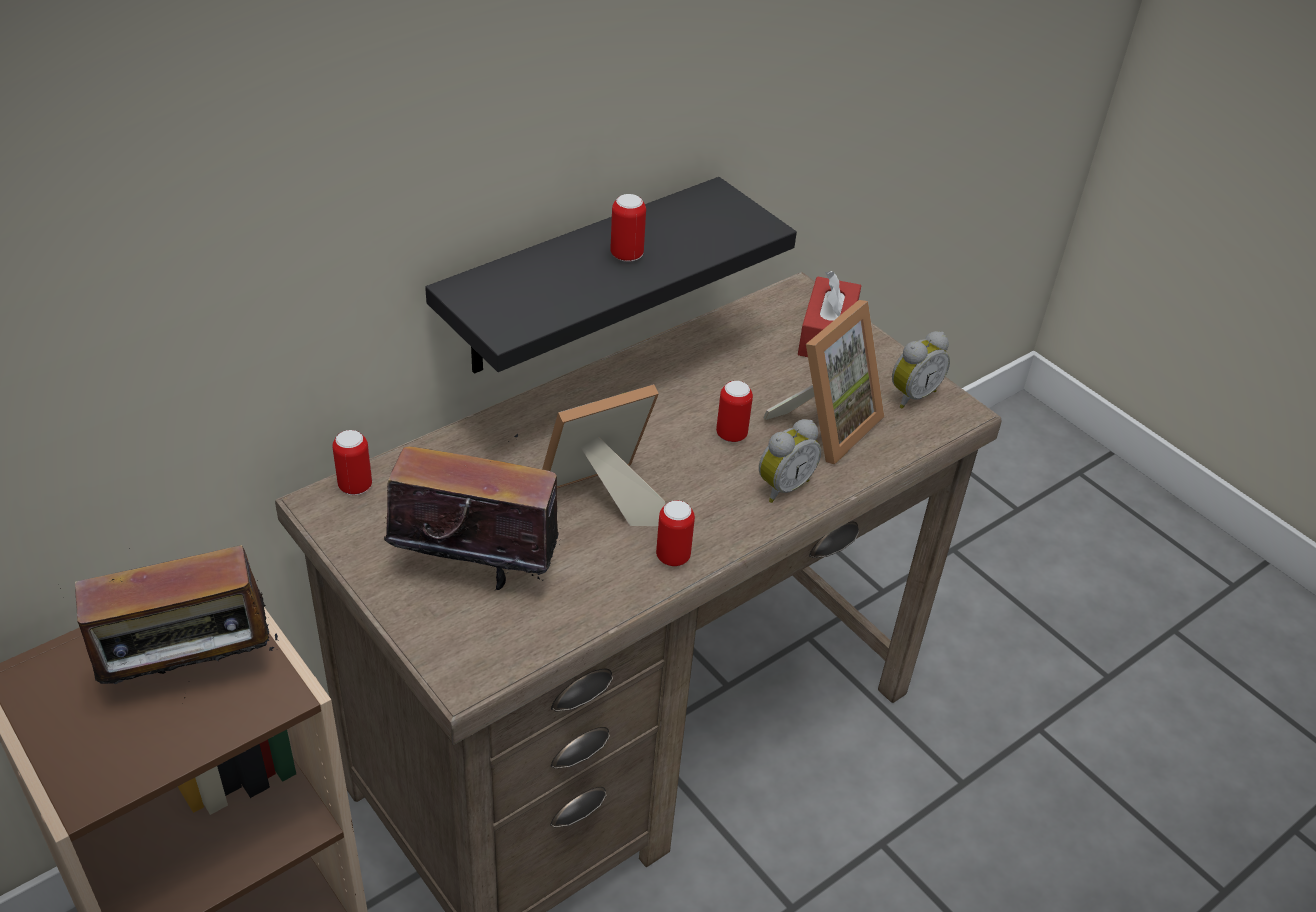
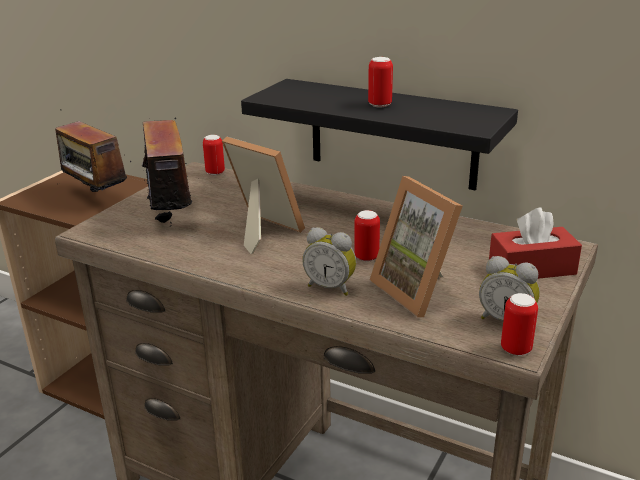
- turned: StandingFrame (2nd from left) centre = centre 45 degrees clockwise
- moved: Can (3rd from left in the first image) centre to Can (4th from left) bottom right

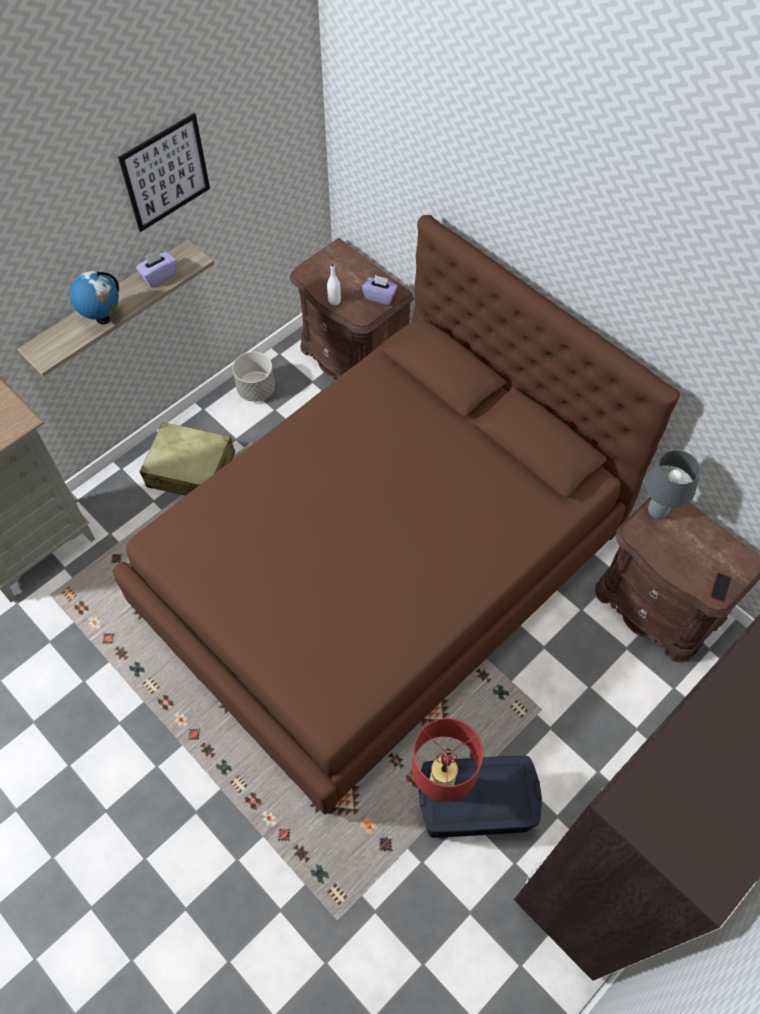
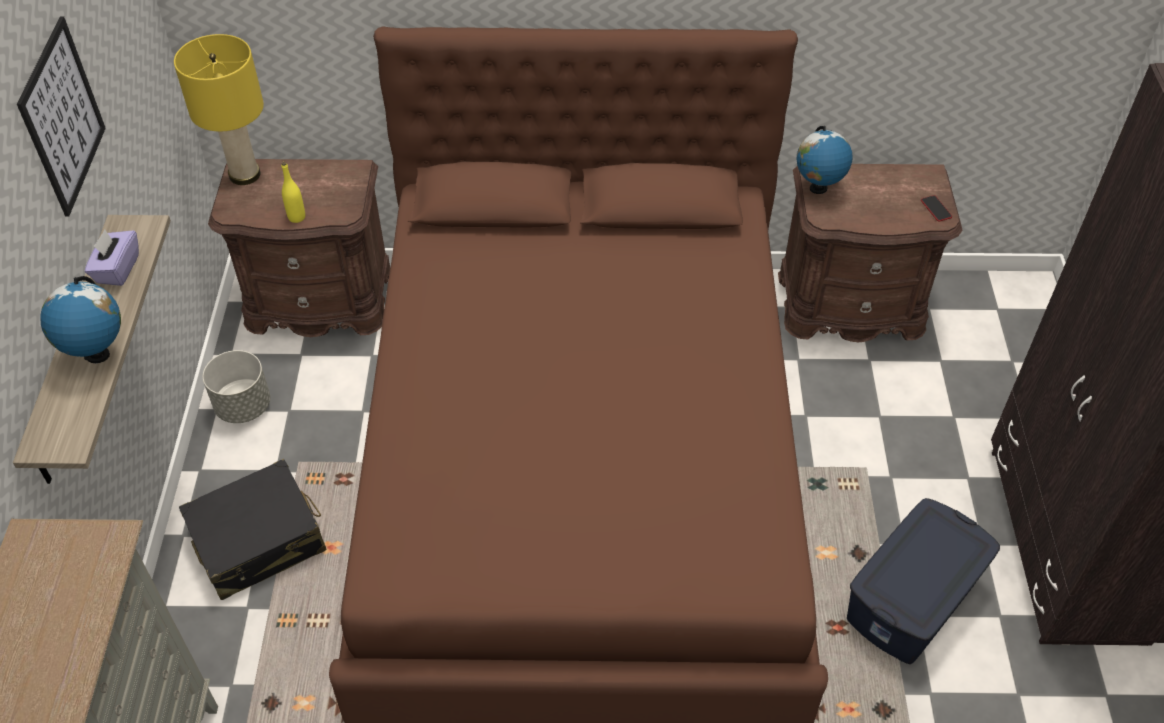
- recoloured: WhitishBottle top centre to YellowBottle top left
- removed: PurplishTissueBox (2nd from left) top centre
- recoloured: SandColouredPieceOfLuggage middle left to BlackishPieceOfLuggage bottom left
- replaced: GreyTableLamp middle right to DeskGlobe (2nd from left) top right
- removed: ReddishTableLamp bottom centre
- added: YellowTableLamp top left

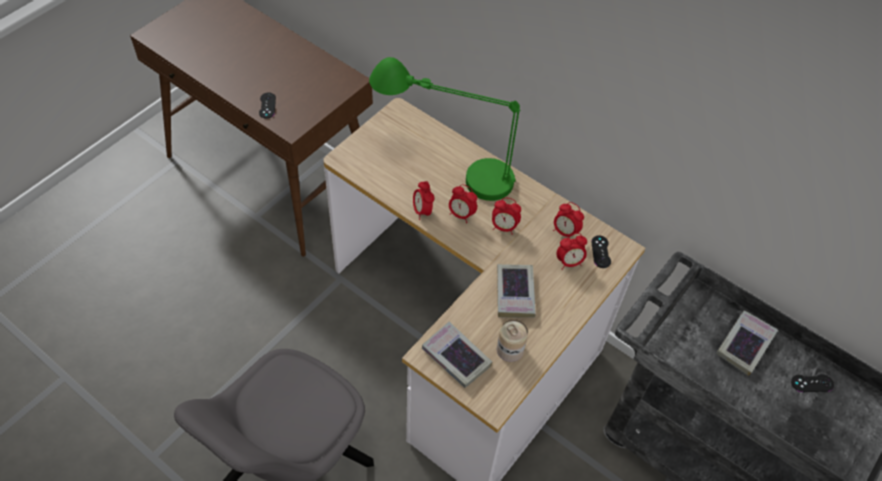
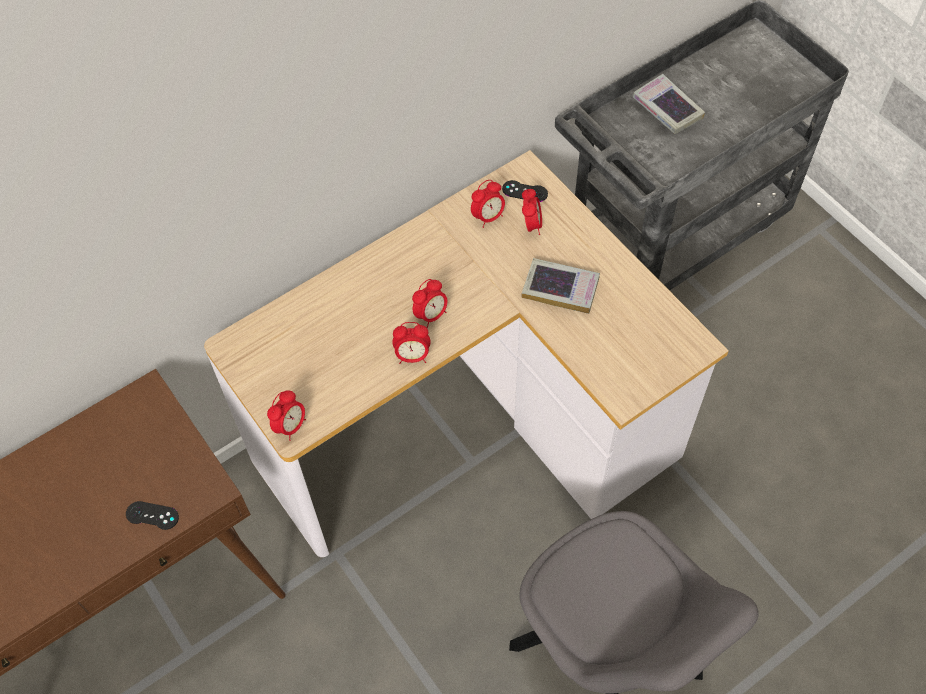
- removed: GreenishTableLamp top centre
- moved: TableClock (3rd from left in the first image) centre to TableClock (1st from left) middle left
- removed: Can bottom centre
- removed: BoundBook (1st from left) bottom centre
- removed: BlackishGameController (3rd from left) bottom right

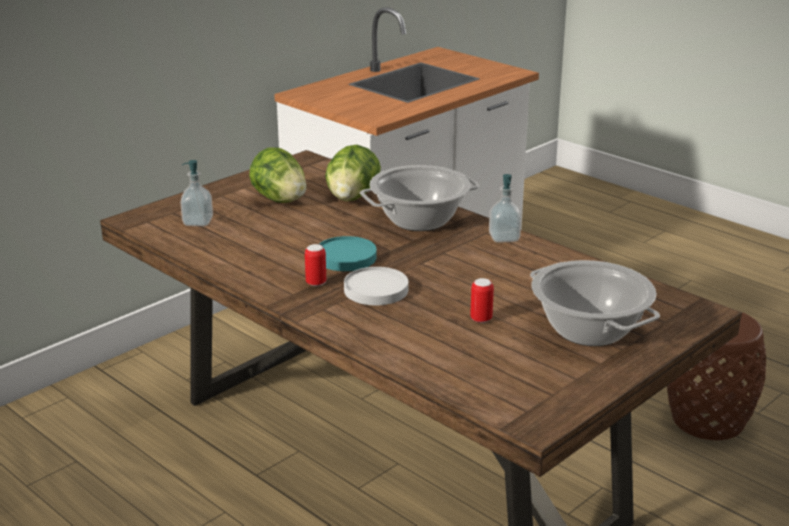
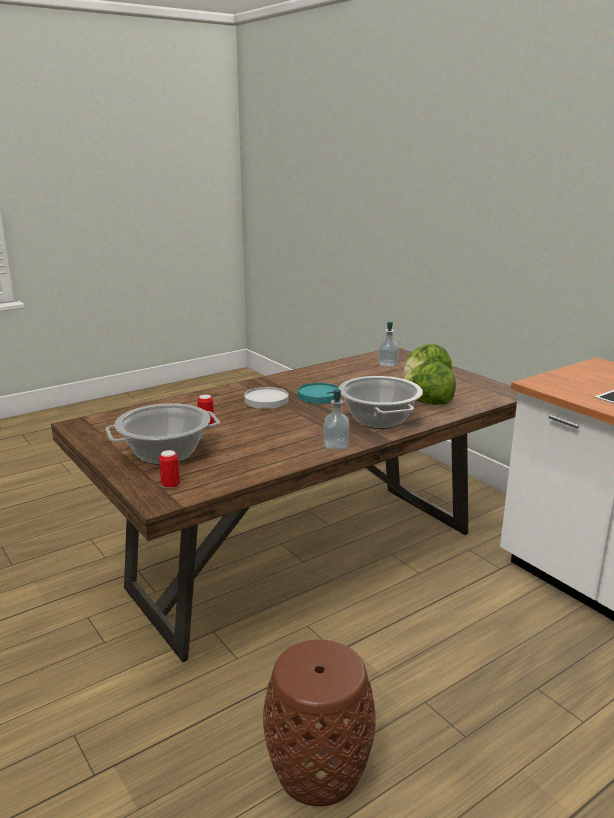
- moved: Can (1st from left) centre to middle left

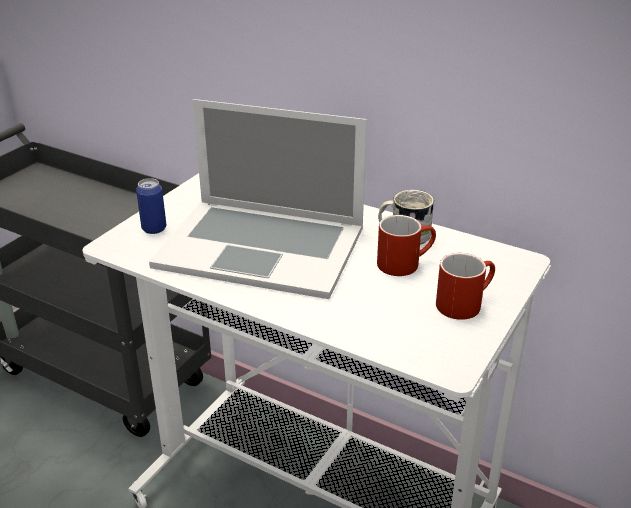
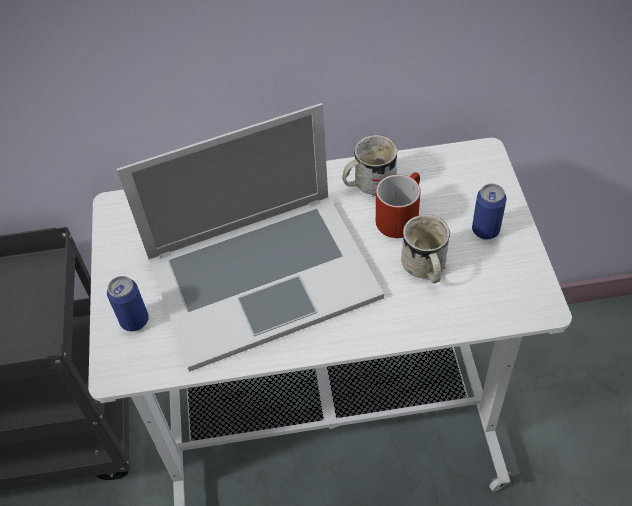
- replaced: ReddishMug (2nd from left) middle right to Can (2nd from left) middle right
- added: WhitishMug (2nd from left) middle right

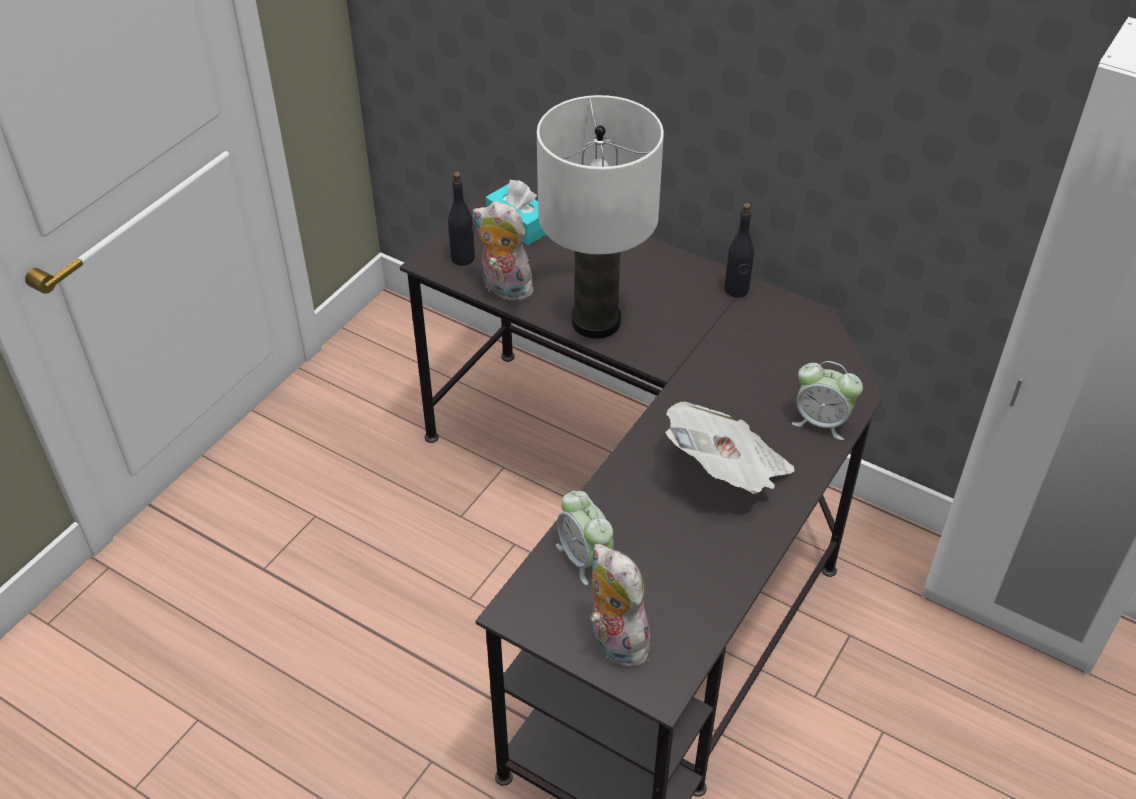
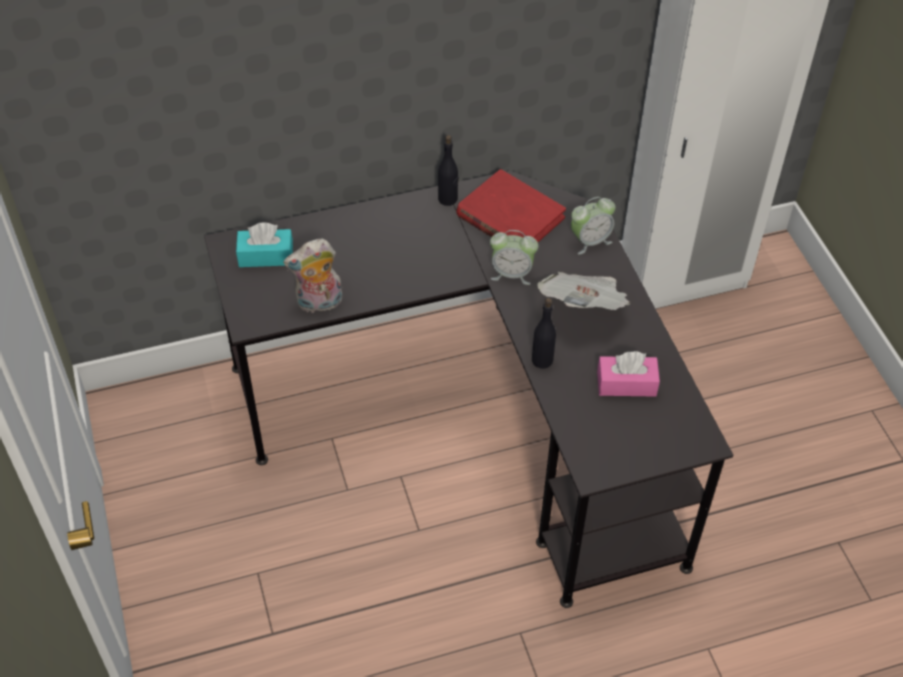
- removed: WhitishTableLamp top centre
- moved: BlackishBottle (1st from left in the first image) top centre to BlackishBottle (2nd from left) centre
- moved: TableClock (1st from left) bottom centre to centre
- removed: SoftToy (2nd from left) bottom centre
- added: ReddishBoundBook top centre
- added: PinkColouredTissueBox middle right

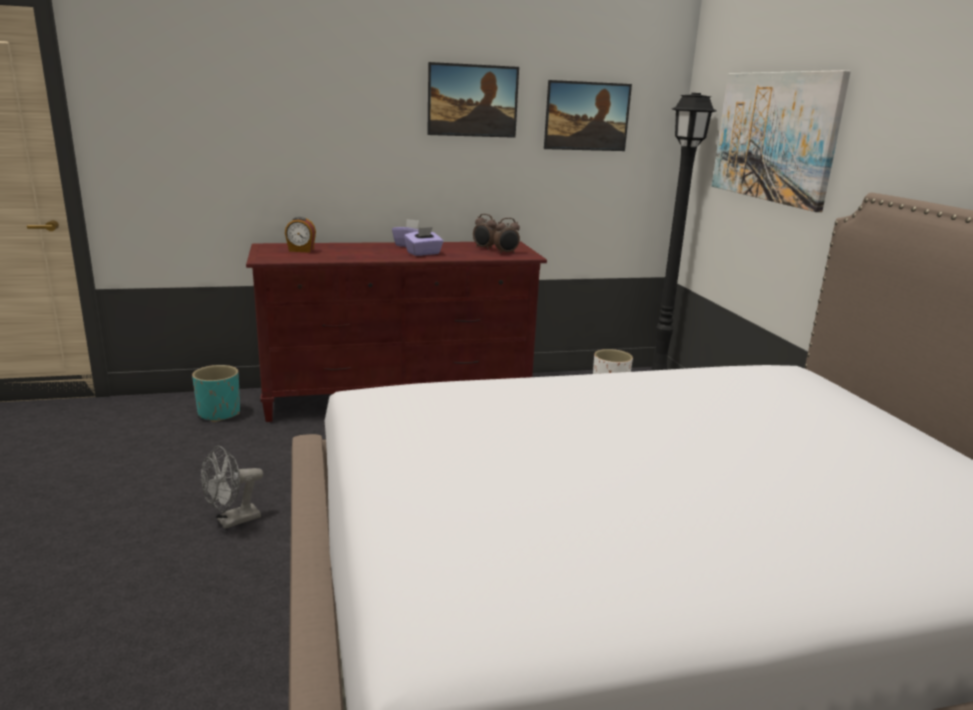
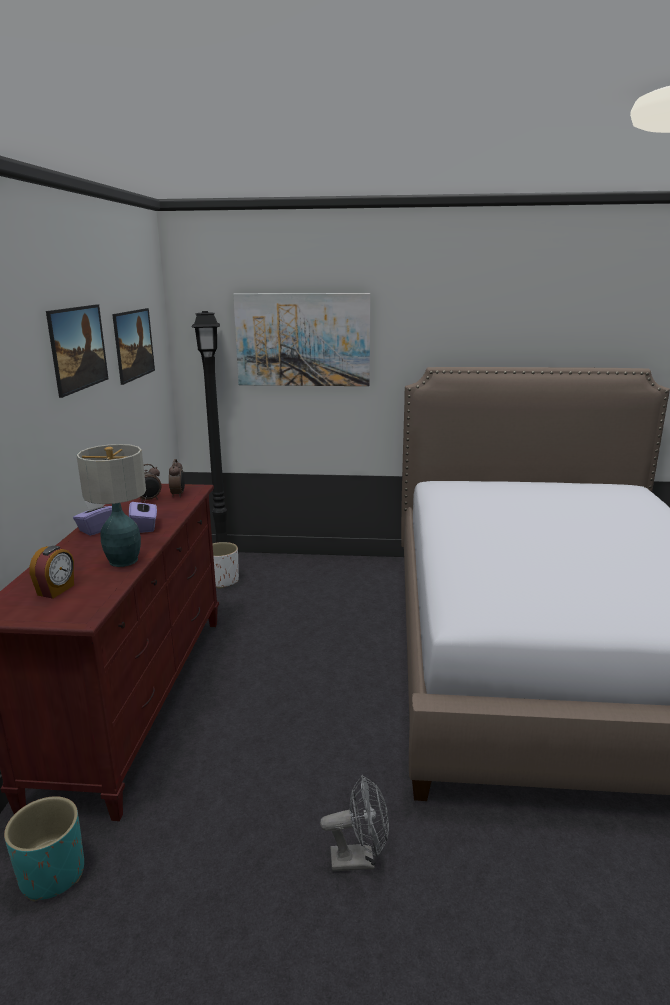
- turned: GreyCoolingFan bottom left = bottom centre 75 degrees counterclockwise
- added: TableLamp middle left

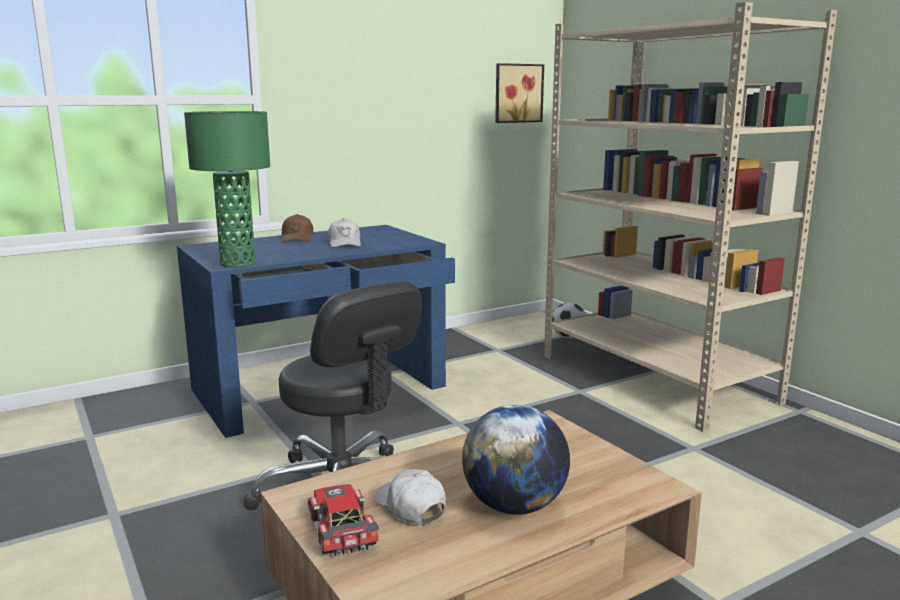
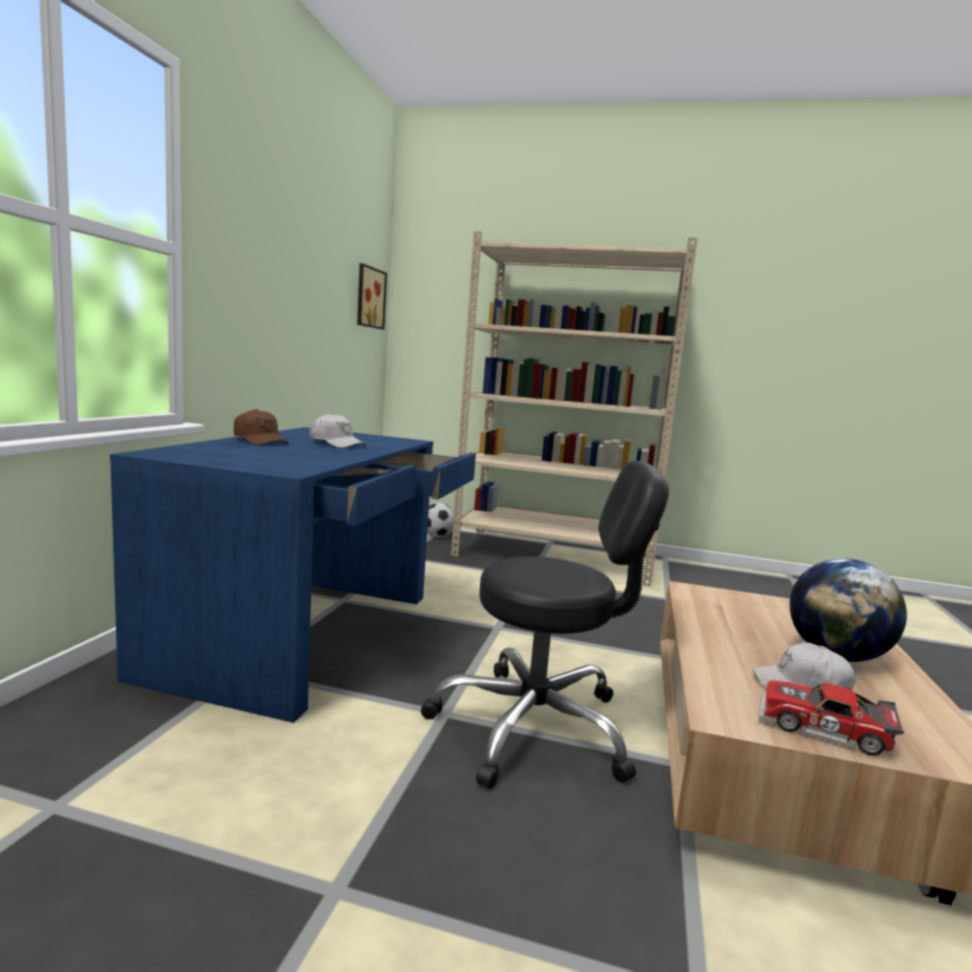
- removed: GreenishTableLamp top left

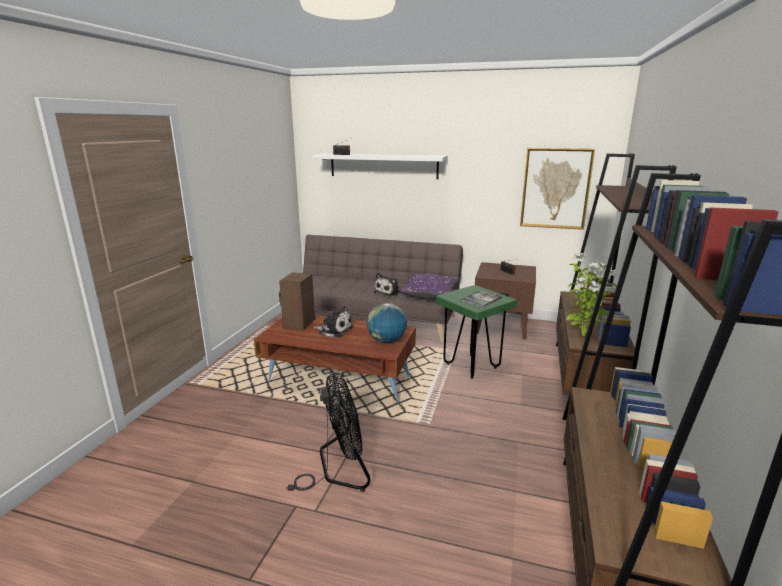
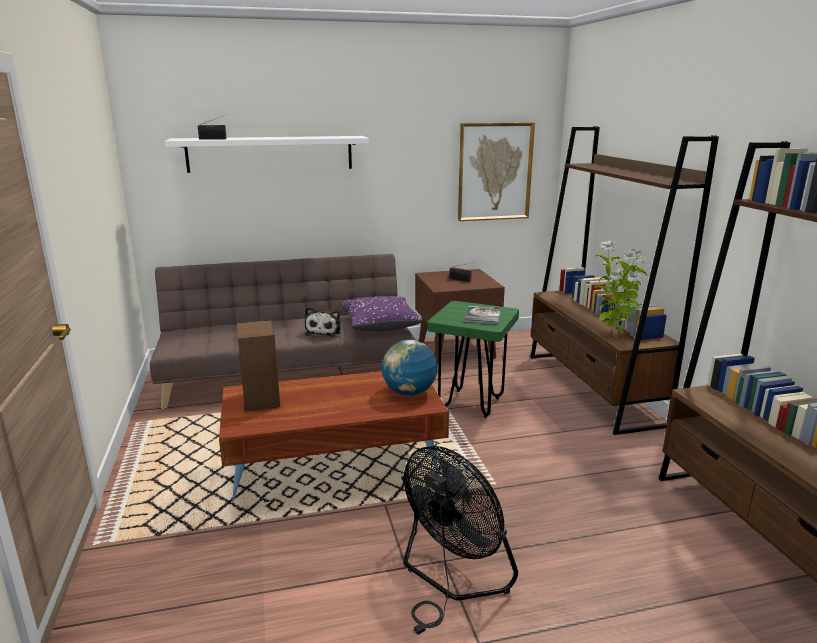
- removed: SoftToy (1st from left) centre

